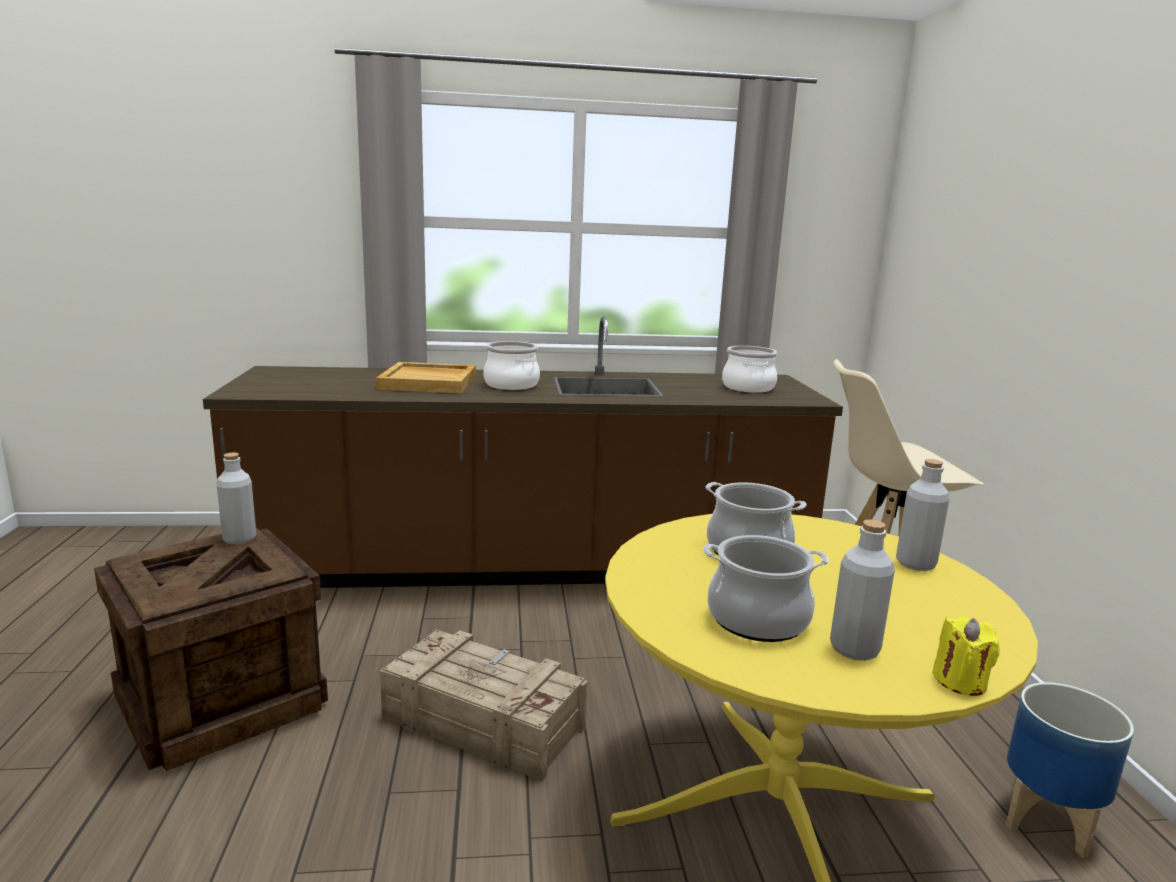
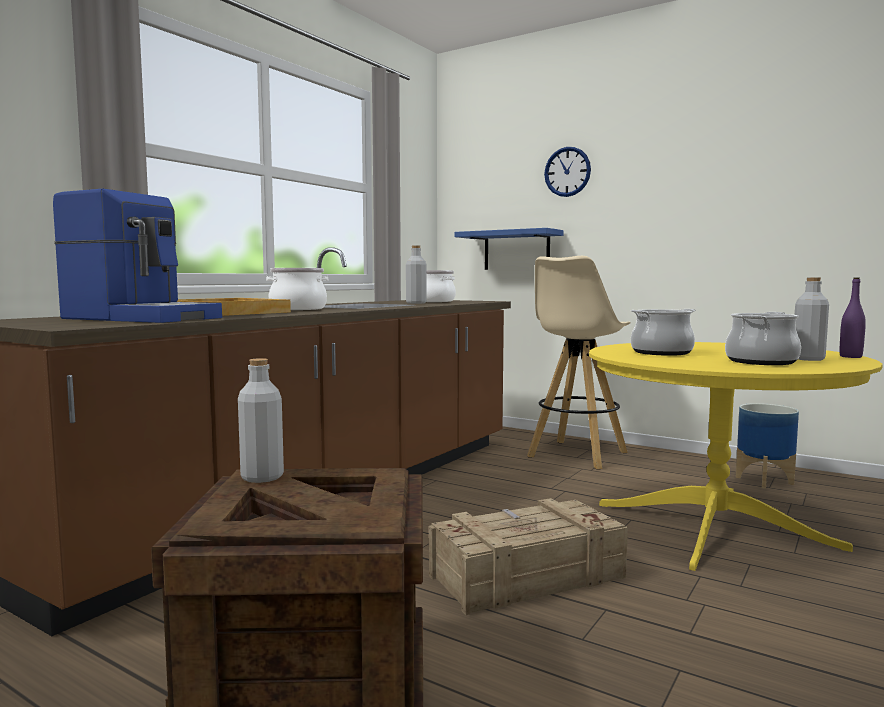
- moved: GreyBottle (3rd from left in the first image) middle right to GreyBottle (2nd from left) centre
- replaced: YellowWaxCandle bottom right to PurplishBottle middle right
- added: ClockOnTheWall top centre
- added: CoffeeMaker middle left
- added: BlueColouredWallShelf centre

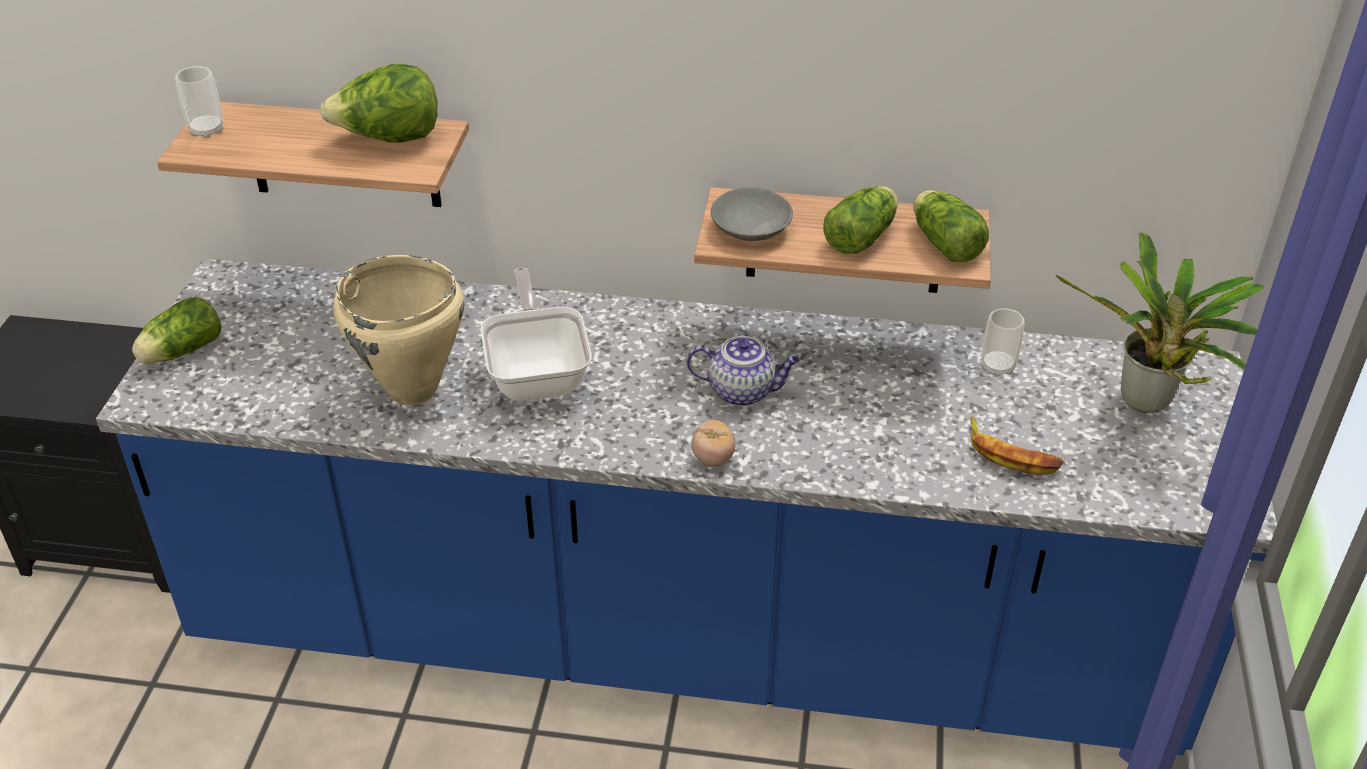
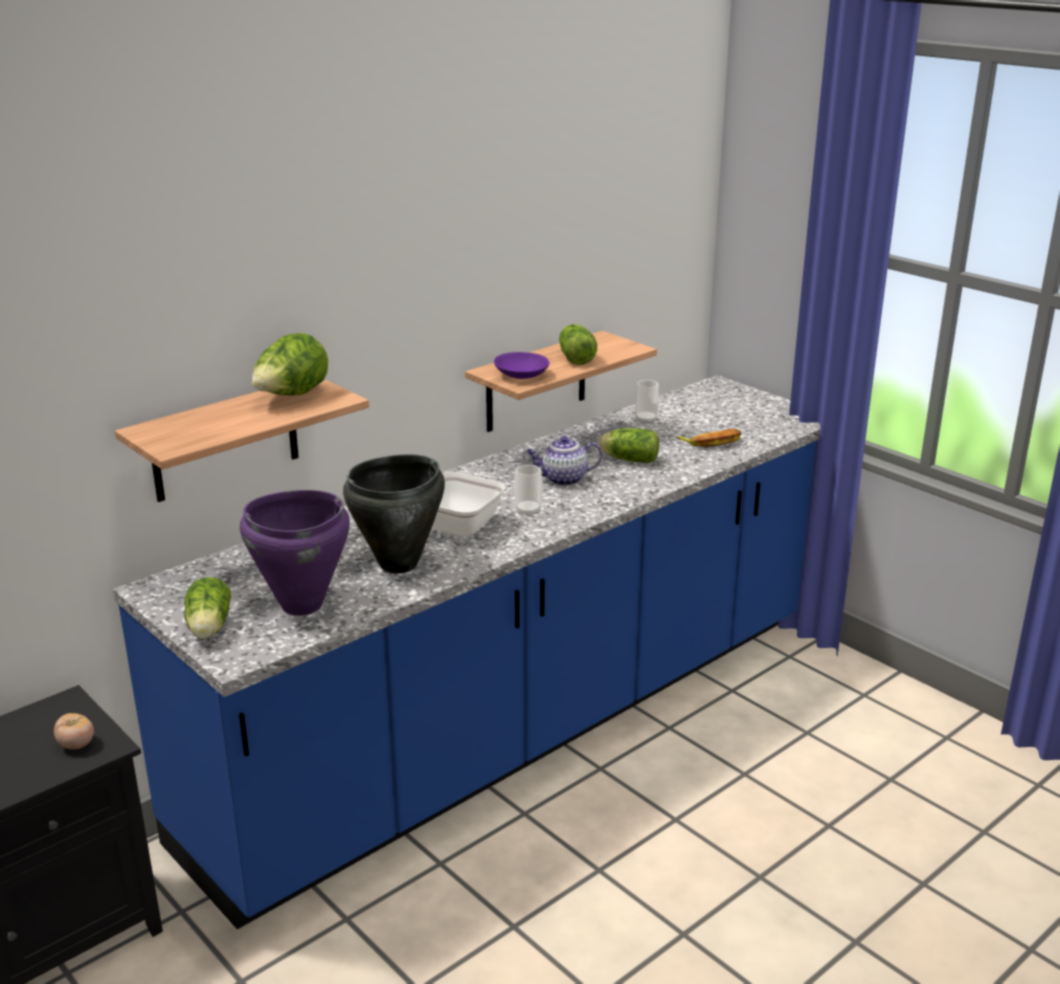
- moved: DrinkingCup (1st from left) top left to centre
- recoloured: GreyDeepDish top centre to PurplishDeepDish centre
- moved: HeadOfLettuce (4th from left) top right to centre
- removed: PlantInAPot middle right
- recoloured: SandColouredCookingPot middle left to BlackishCookingPot centre
- turned: PotForTea centre = centre 150 degrees counterclockwise
- moved: WholeTomato centre to bottom left
- added: PurplishCookingPot middle left

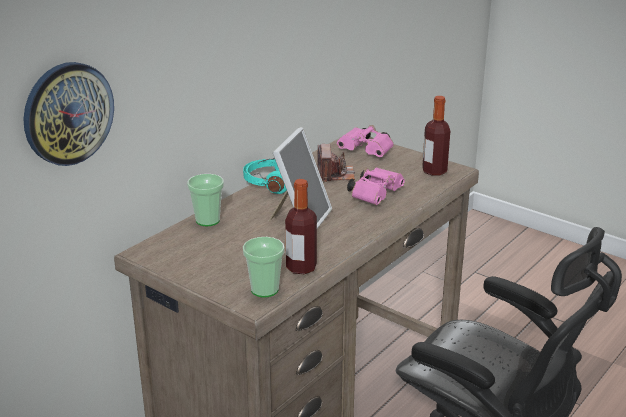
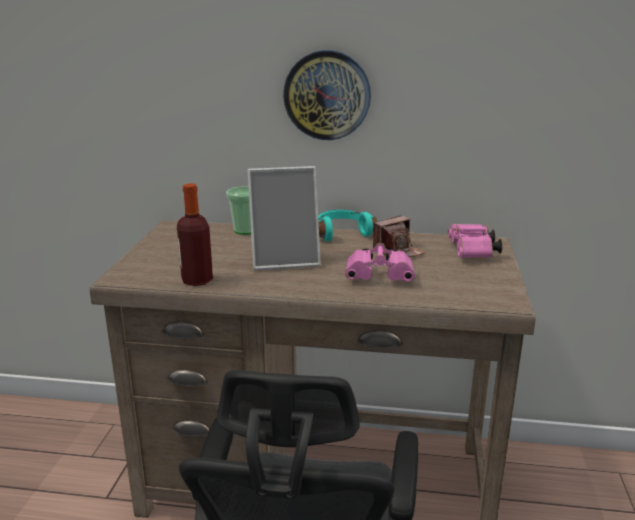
- moved: ClockOnTheWall top left to top centre
- removed: Bottle (2nd from left) top right
- removed: DrinkingCup (2nd from left) centre

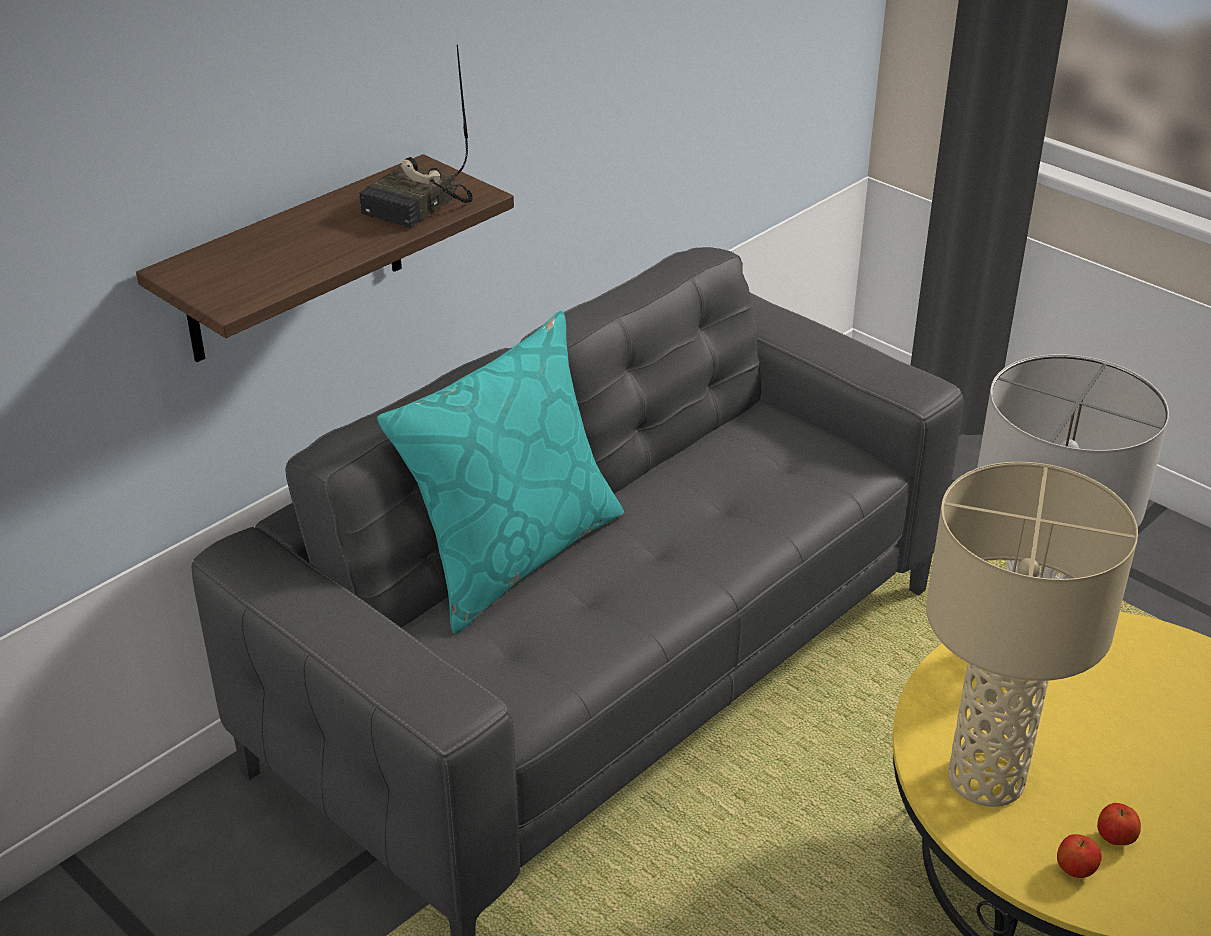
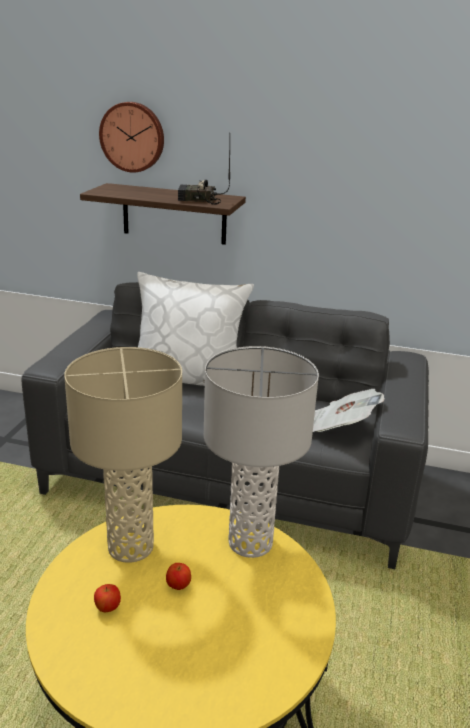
- recoloured: TurquoiseCushion centre to WhitishCushion centre
- moved: WholeApple (1st from left in the first image) bottom right to WholeApple (2nd from left) bottom centre
- added: ClockOnTheWall top left
- added: DailyPaper middle right

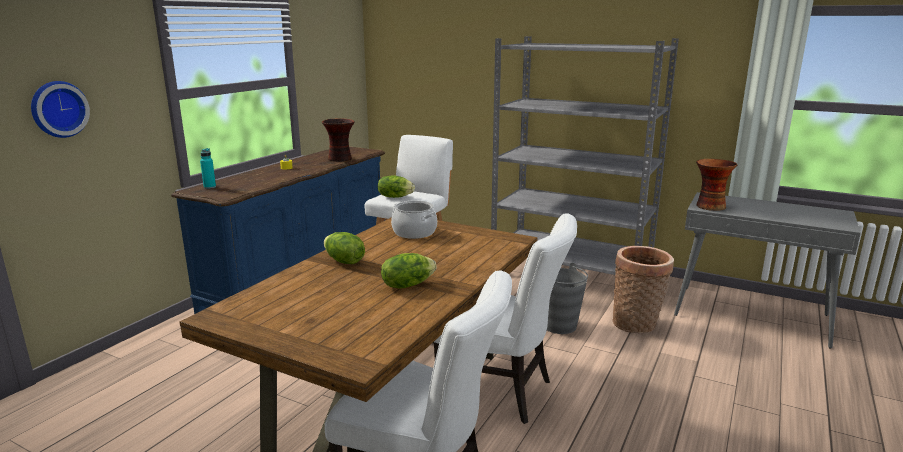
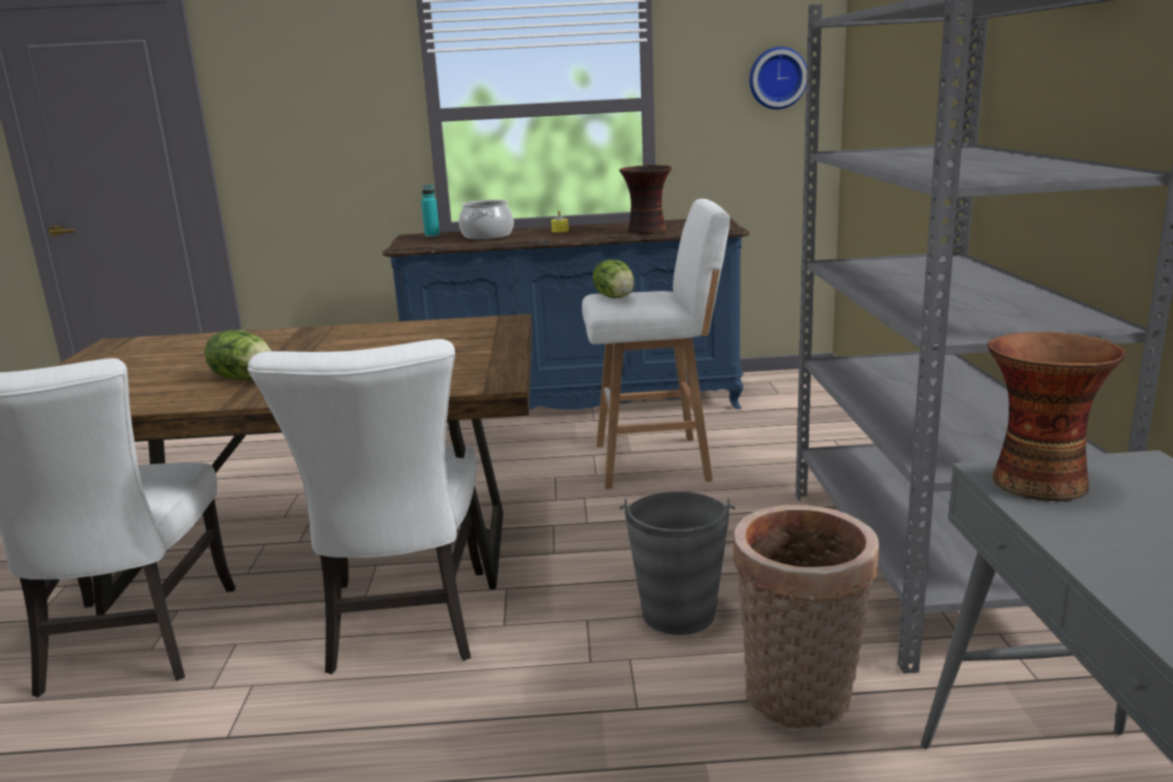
- moved: ClockOnTheWall top left to top centre
- moved: CookingPot centre to top centre
- removed: HeadOfLettuce (1st from left) centre

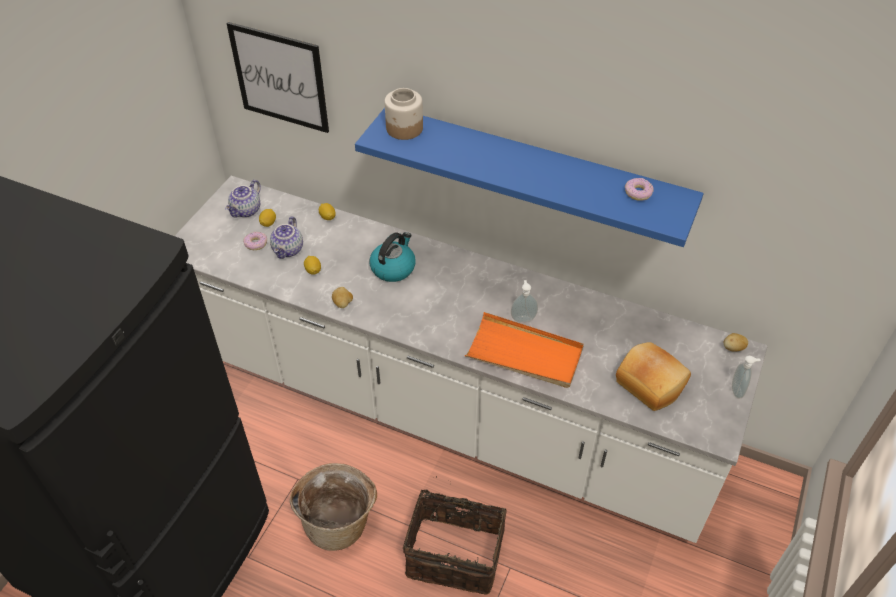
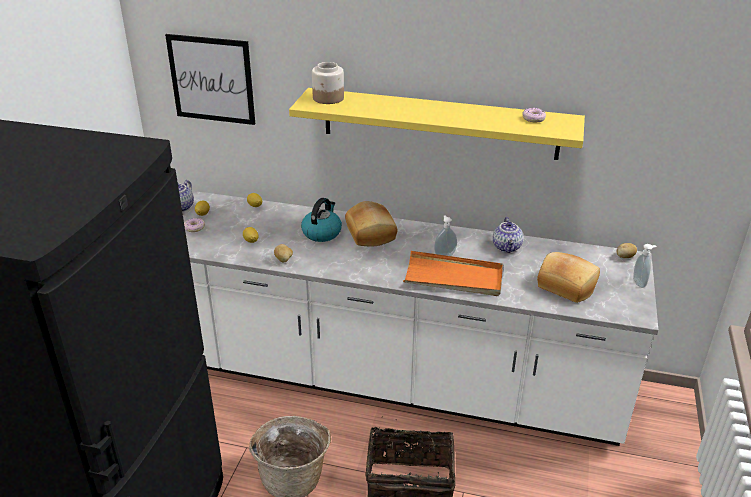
- recoloured: BlueColouredWallShelf top centre to YellowWallShelf top centre
- moved: PotForTea (2nd from left) middle left to middle right
- added: BakeryBread (1st from left) centre

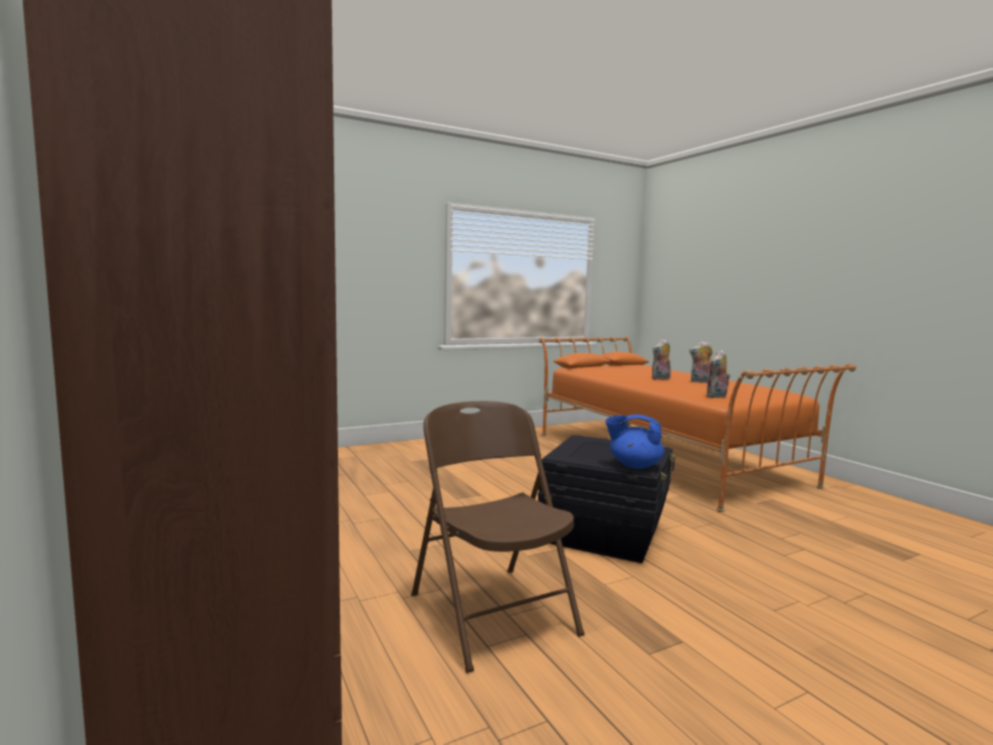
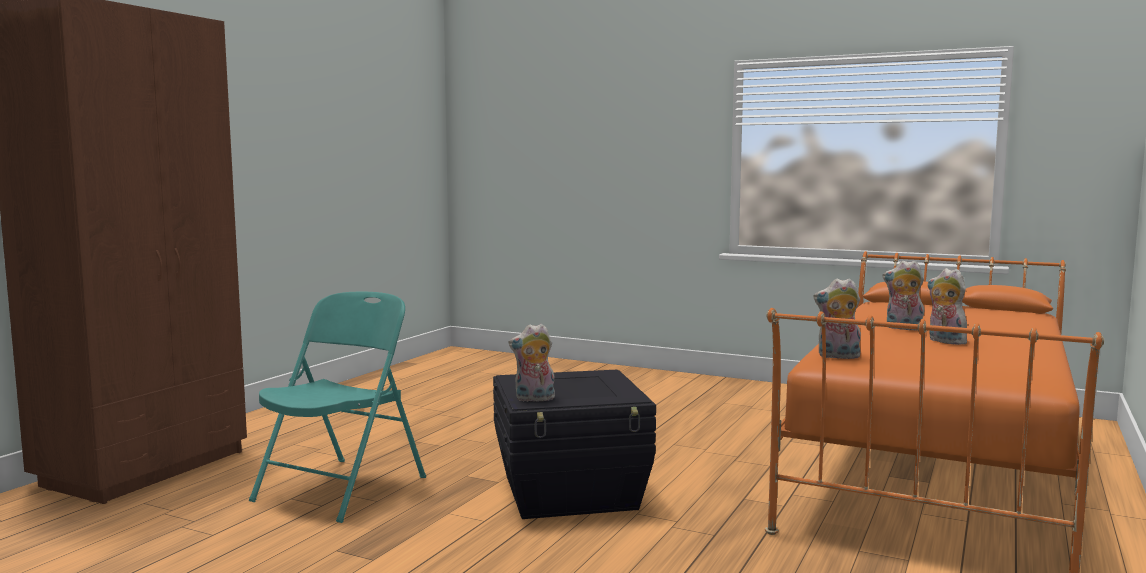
- recoloured: BrownishUprightChair bottom centre to TurquoiseUprightChair bottom left
- replaced: BlueColouredPotForTea centre to SoftToy (1st from left) centre

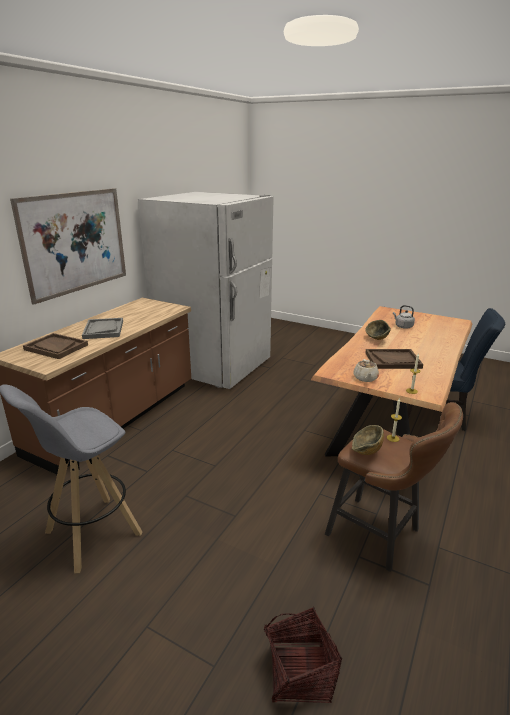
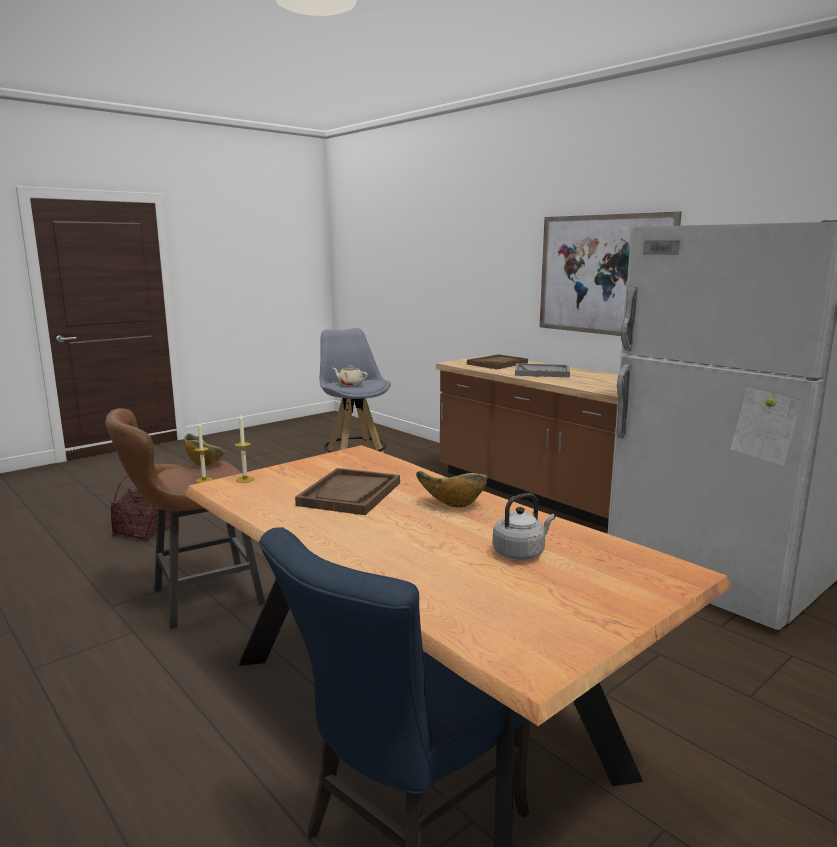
- moved: SandColouredPotForTea middle right to centre

